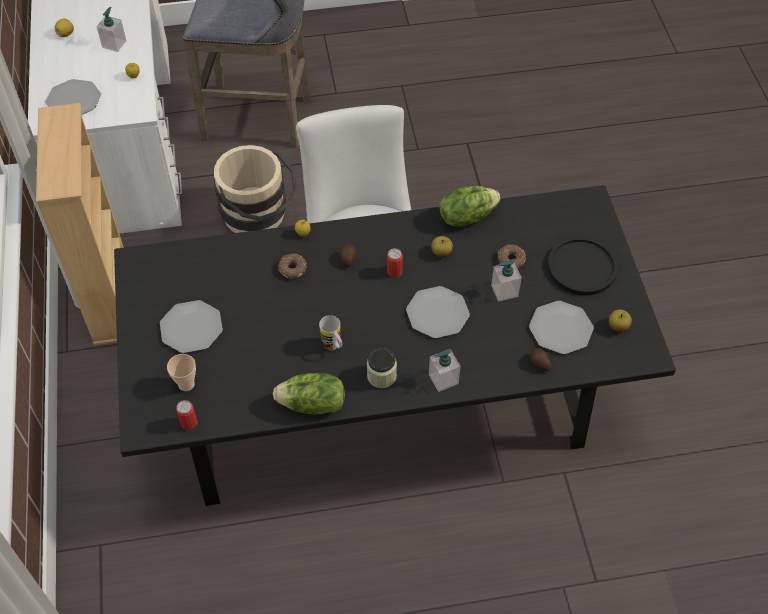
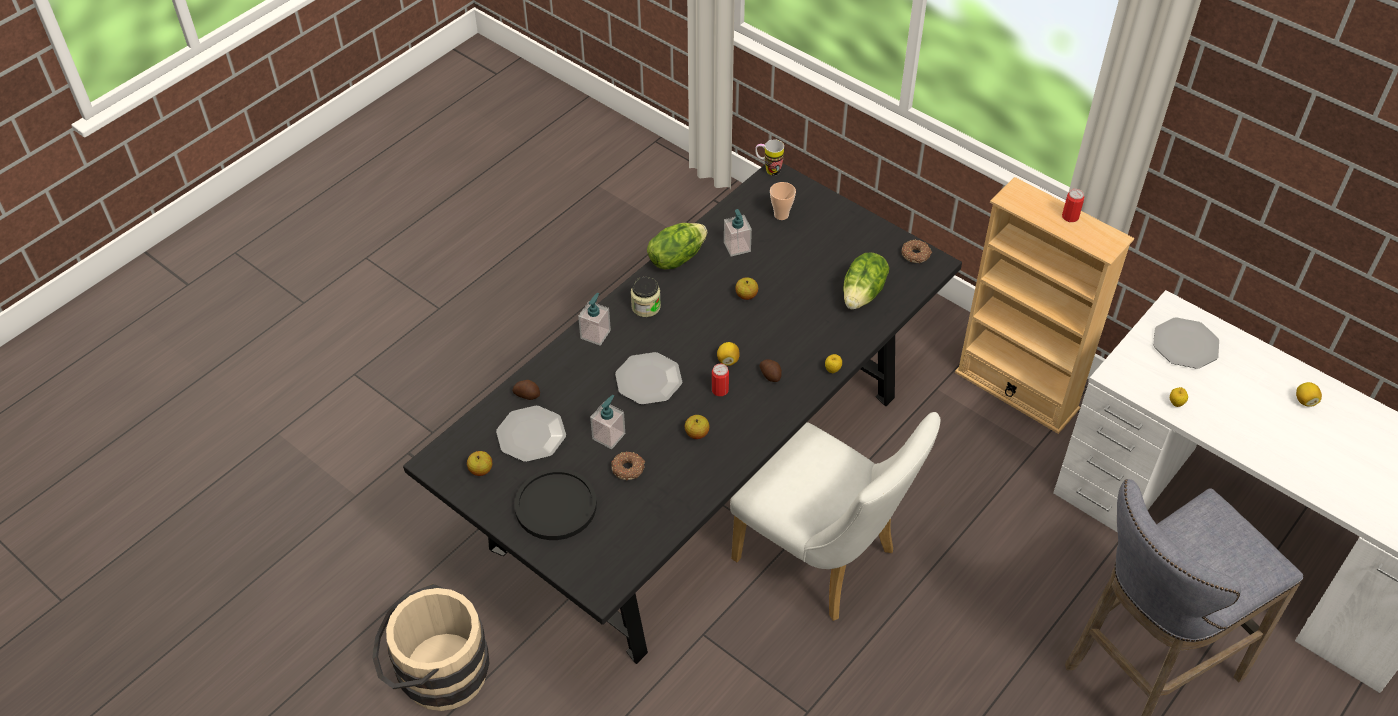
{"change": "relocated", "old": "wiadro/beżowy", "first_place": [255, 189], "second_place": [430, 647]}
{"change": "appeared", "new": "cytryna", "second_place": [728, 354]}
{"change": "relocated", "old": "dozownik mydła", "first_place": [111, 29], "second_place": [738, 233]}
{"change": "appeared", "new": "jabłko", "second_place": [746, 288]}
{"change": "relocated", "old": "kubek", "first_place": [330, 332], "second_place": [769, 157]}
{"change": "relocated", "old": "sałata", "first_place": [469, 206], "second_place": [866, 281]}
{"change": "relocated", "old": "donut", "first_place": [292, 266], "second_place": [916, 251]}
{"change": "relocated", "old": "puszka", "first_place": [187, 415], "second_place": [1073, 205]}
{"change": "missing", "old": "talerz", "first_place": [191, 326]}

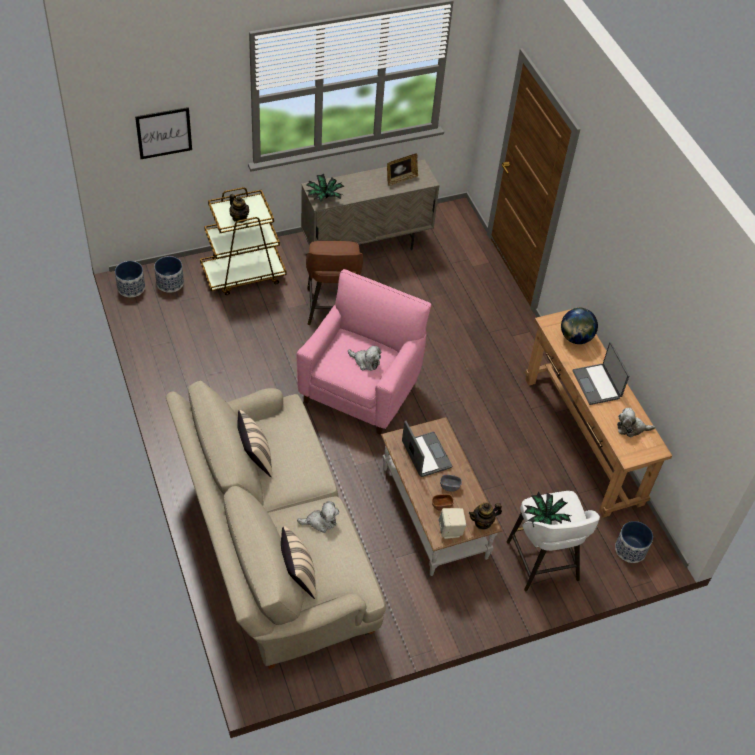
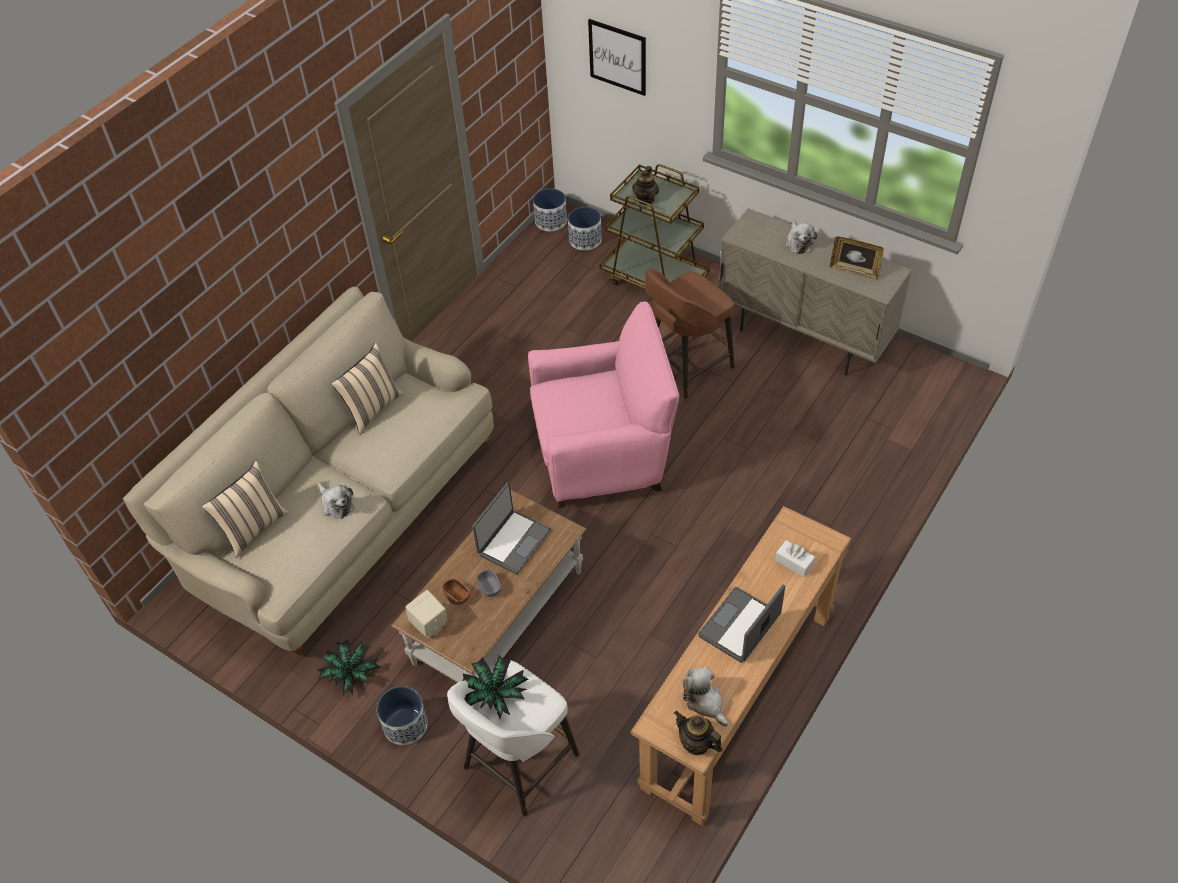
{"change": "relocated", "old": "roślina doniczkowa", "first_place": [325, 188], "second_place": [349, 667]}
{"change": "relocated", "old": "donica", "first_place": [634, 542], "second_place": [402, 715]}
{"change": "relocated", "old": "imbryk", "first_place": [485, 516], "second_place": [698, 733]}
{"change": "exchanged", "old": "globus", "new": "pudełko chusteczek/biały", "first_place": [579, 325], "second_place": [795, 558]}
{"change": "relocated", "old": "pluszak", "first_place": [364, 358], "second_place": [801, 237]}

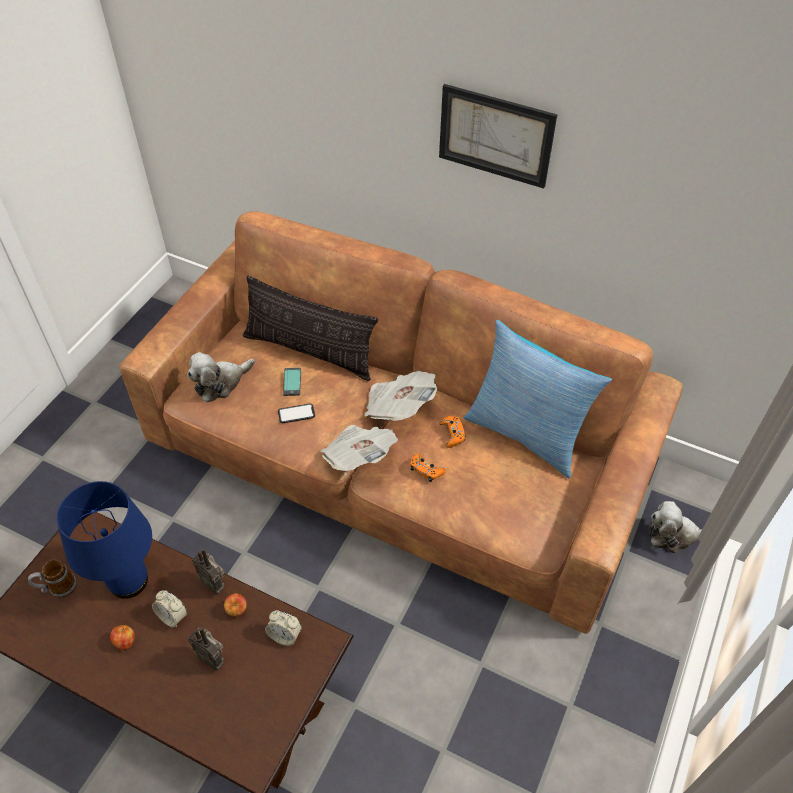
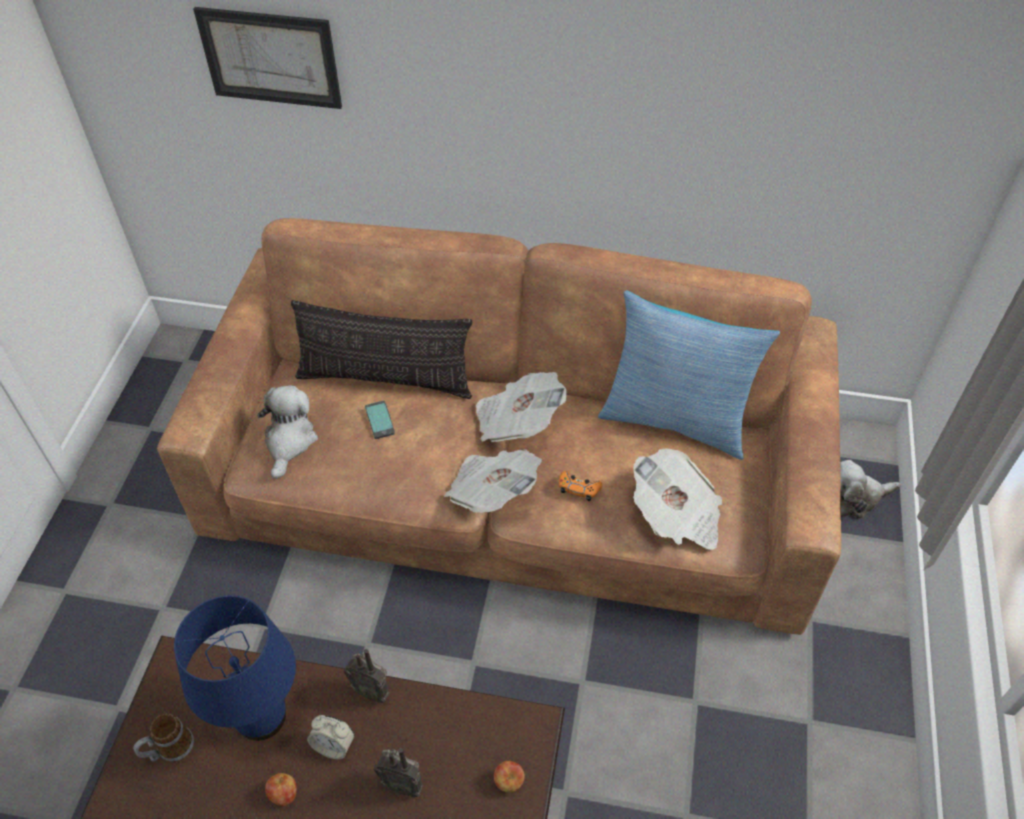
{"change": "relocated", "old": "obraz", "first_place": [498, 136], "second_place": [267, 58]}
{"change": "spun", "old": "pluszak", "first_place": [221, 377], "second_place": [287, 432], "degrees": 150}
{"change": "relocated", "old": "jabłko", "first_place": [235, 605], "second_place": [509, 776]}
{"change": "appeared", "new": "gazeta", "second_place": [677, 499]}
{"change": "missing", "old": "budzik", "first_place": [283, 628]}
{"change": "missing", "old": "telefon", "first_place": [296, 413]}
{"change": "missing", "old": "pad do gier/pomarańczowy", "first_place": [453, 432]}

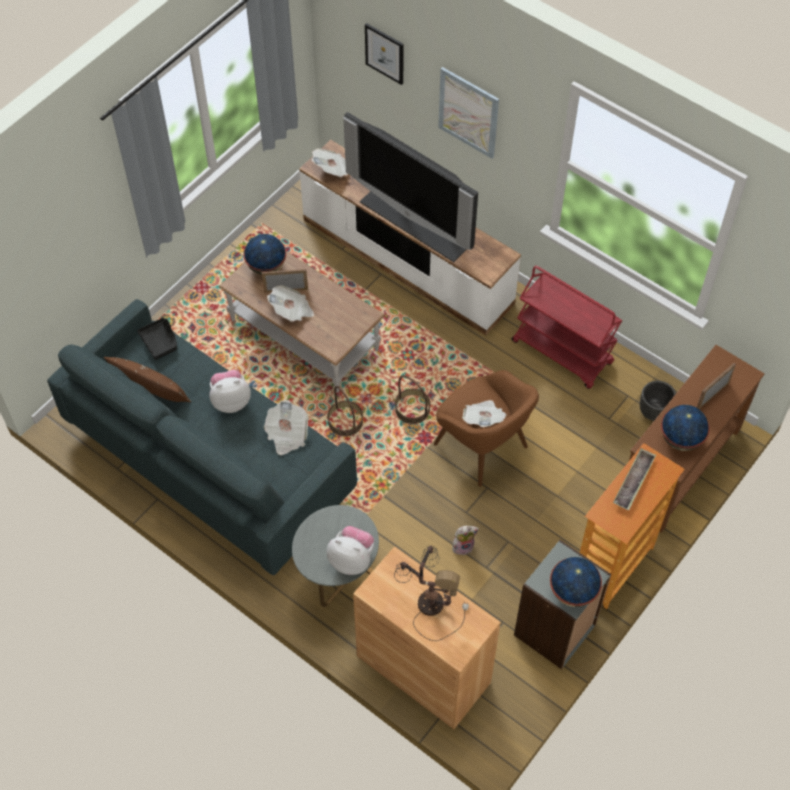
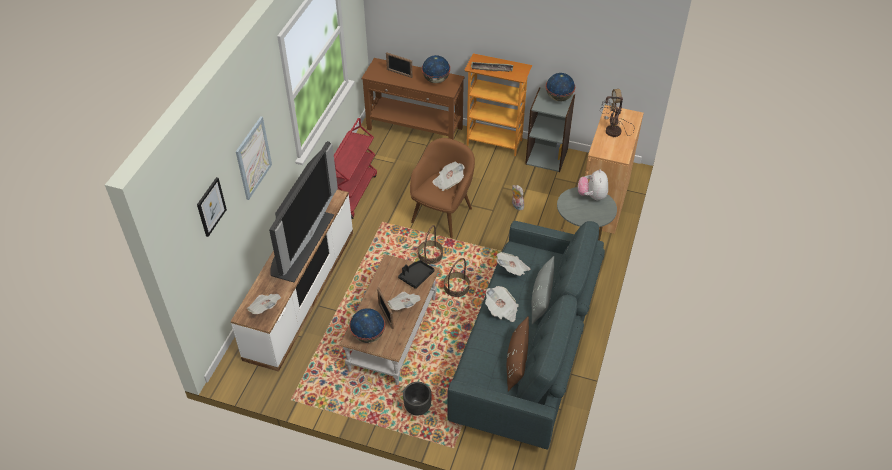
{"change": "relocated", "old": "taca/czarny", "first_place": [157, 338], "second_place": [416, 274]}
{"change": "relocated", "old": "donica/czarny", "first_place": [658, 401], "second_place": [417, 399]}
{"change": "exchanged", "old": "pluszak", "new": "gazeta", "first_place": [230, 391], "second_place": [502, 304]}
{"change": "appeared", "new": "poduszka/szary", "second_place": [543, 290]}

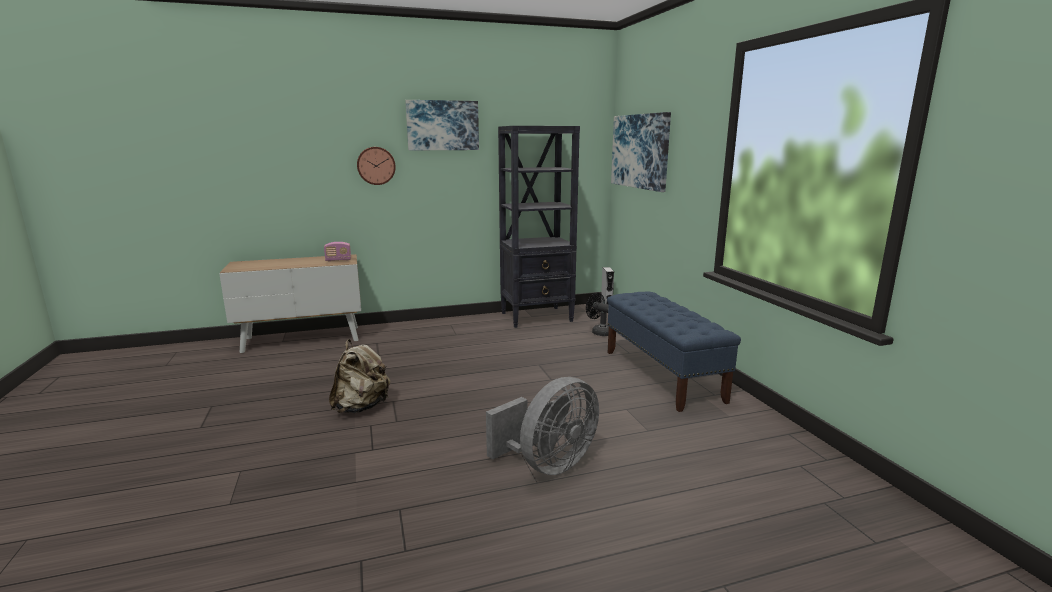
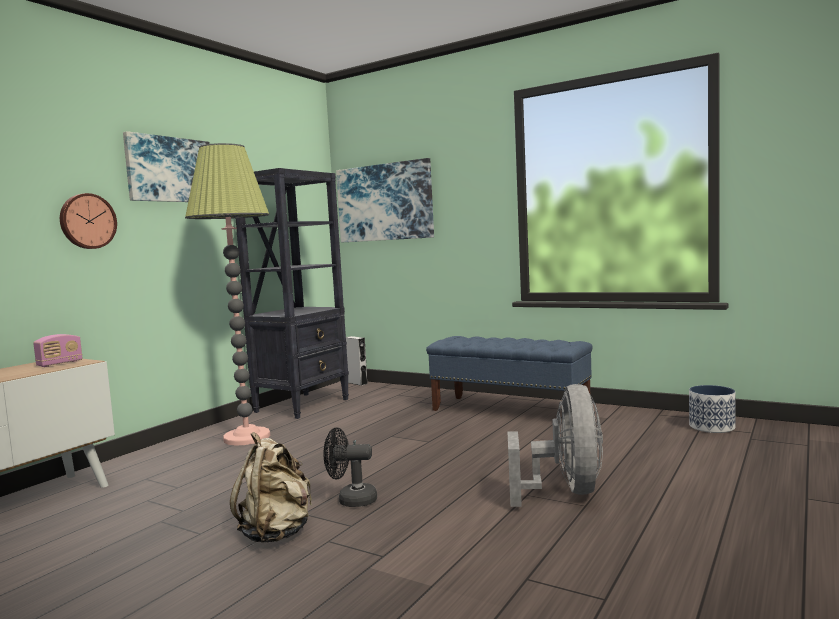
{"change": "appeared", "new": "lampa stojąca", "second_place": [227, 294]}
{"change": "relocated", "old": "wentylator/czarny", "first_place": [597, 314], "second_place": [350, 467]}
{"change": "appeared", "new": "donica", "second_place": [712, 409]}

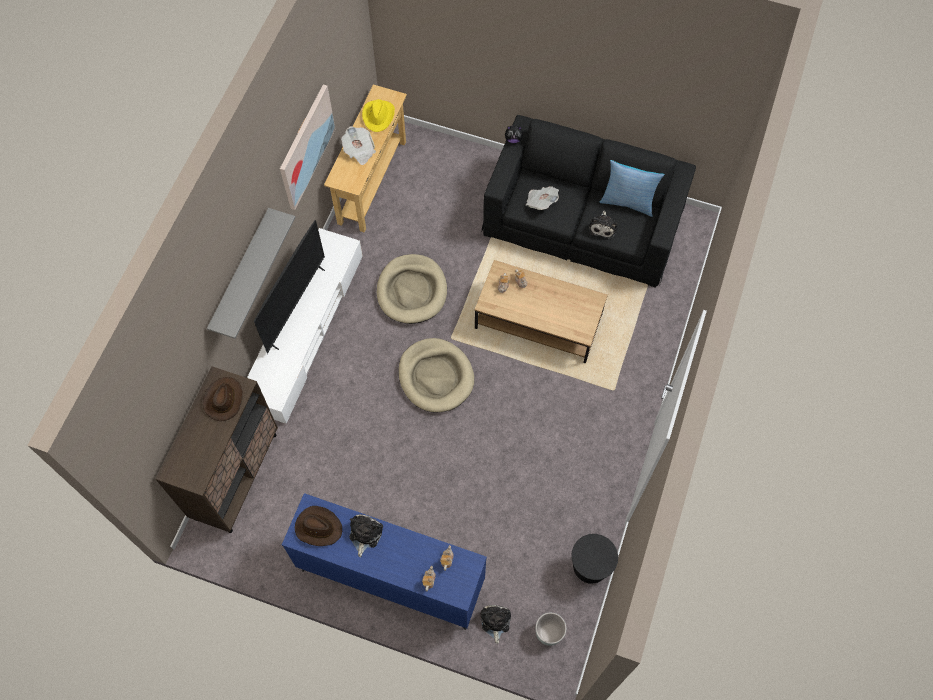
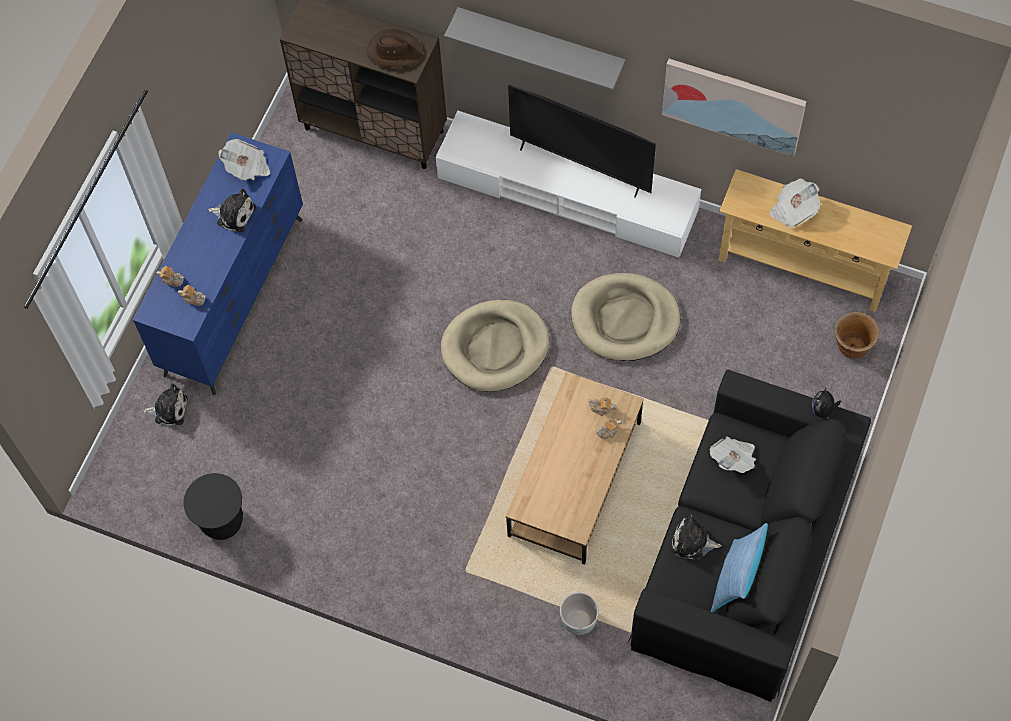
{"change": "exchanged", "old": "kapelusz/brązowy", "new": "gazeta", "first_place": [318, 526], "second_place": [244, 160]}
{"change": "relocated", "old": "donica/szary", "first_place": [551, 629], "second_place": [579, 613]}
{"change": "appeared", "new": "donica/brązowy", "second_place": [857, 335]}
{"change": "missing", "old": "kapelusz/żółty", "first_place": [378, 115]}

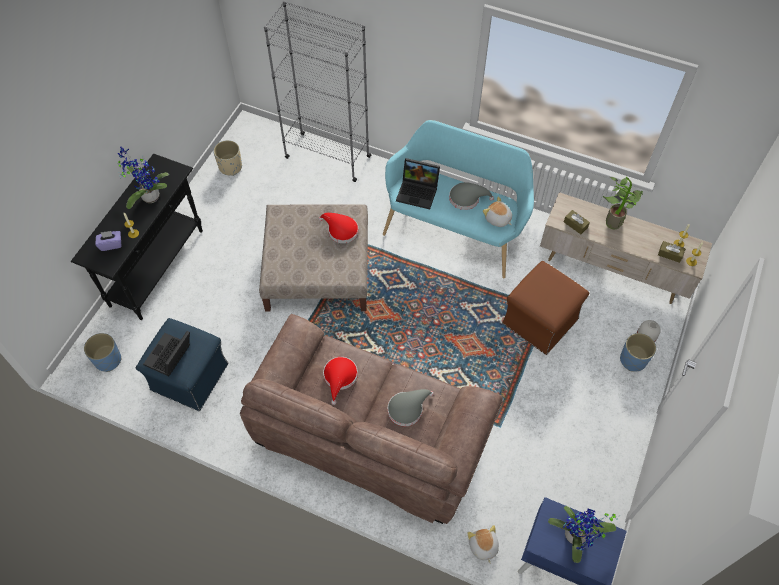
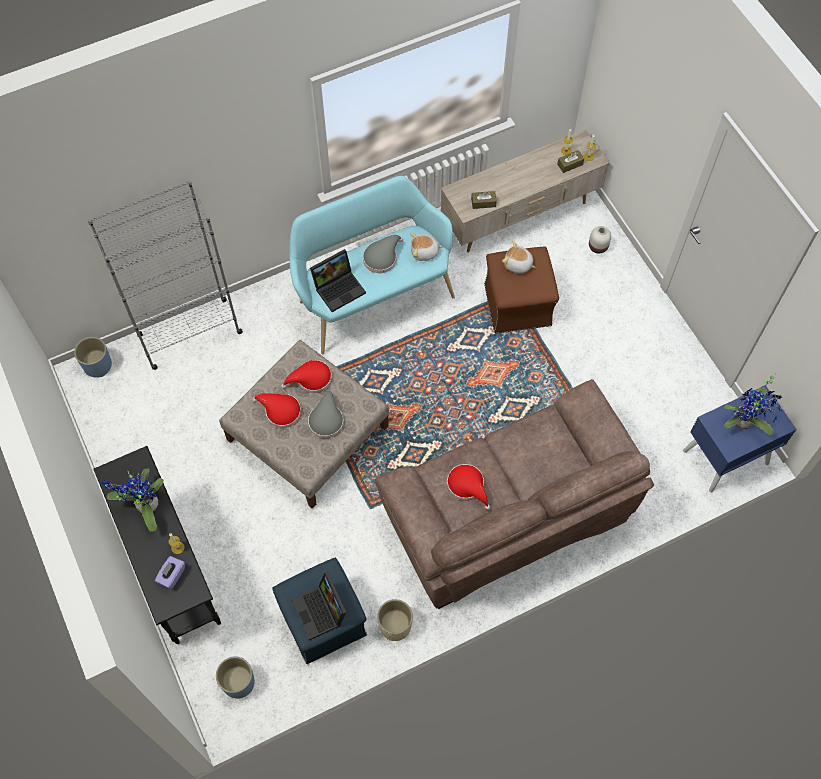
{"change": "relocated", "old": "donica/niebieski", "first_place": [638, 352], "second_place": [93, 357]}
{"change": "appeared", "new": "kapelusz/czerwony", "second_place": [276, 410]}
{"change": "relocated", "old": "kapelusz/szary", "first_place": [411, 407], "second_place": [326, 414]}
{"change": "relocated", "old": "donica/beżowy", "first_place": [227, 158], "second_place": [395, 620]}
{"change": "relocated", "old": "pluszak", "first_place": [483, 544], "second_place": [519, 257]}
{"change": "missing", "old": "roślina doniczkowa", "first_place": [623, 203]}

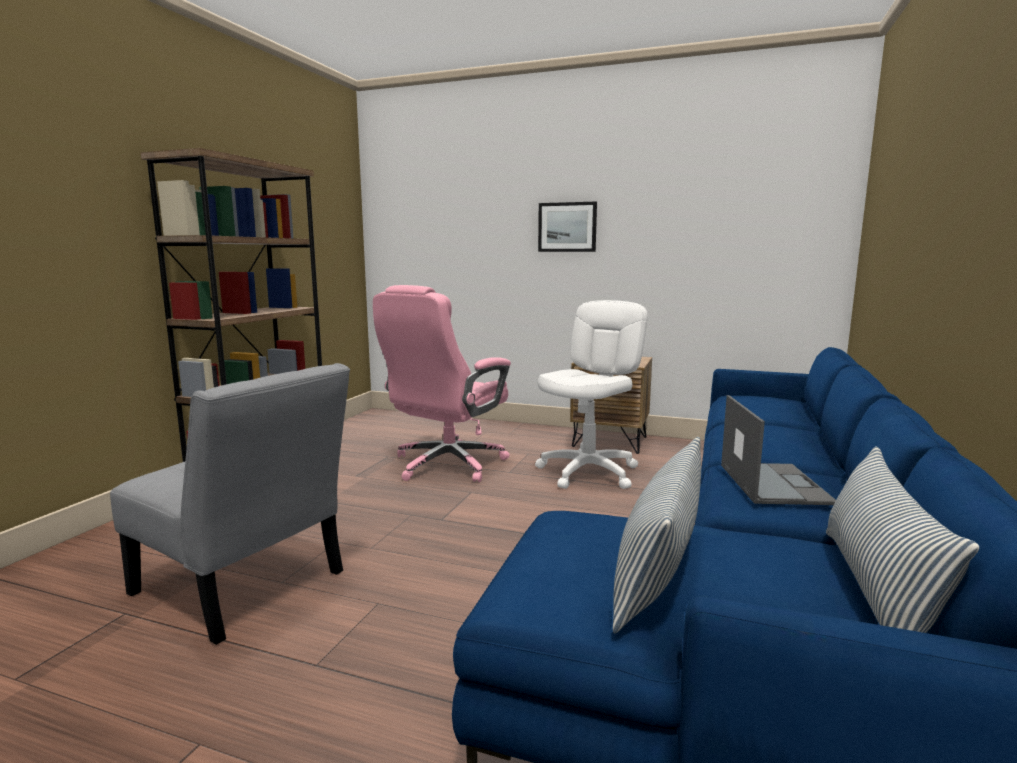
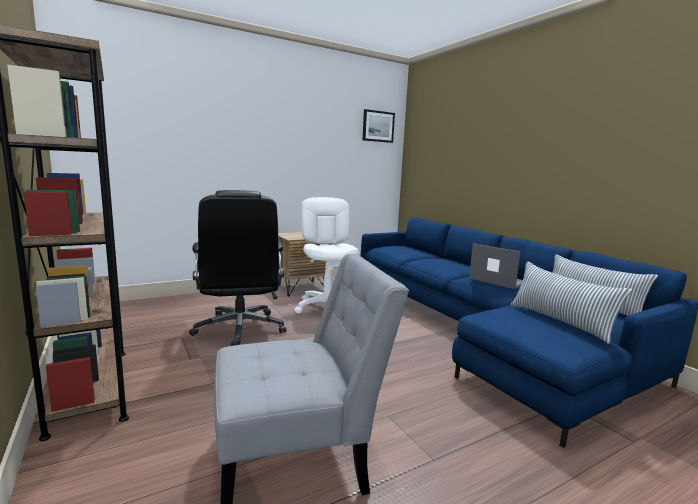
{"change": "colour", "old": "krzesło biurowe/różowy", "new": "krzesło biurowe/czarny", "first_place": [442, 383], "second_place": [237, 268]}
{"change": "relocated", "old": "obraz", "first_place": [567, 227], "second_place": [379, 126]}

